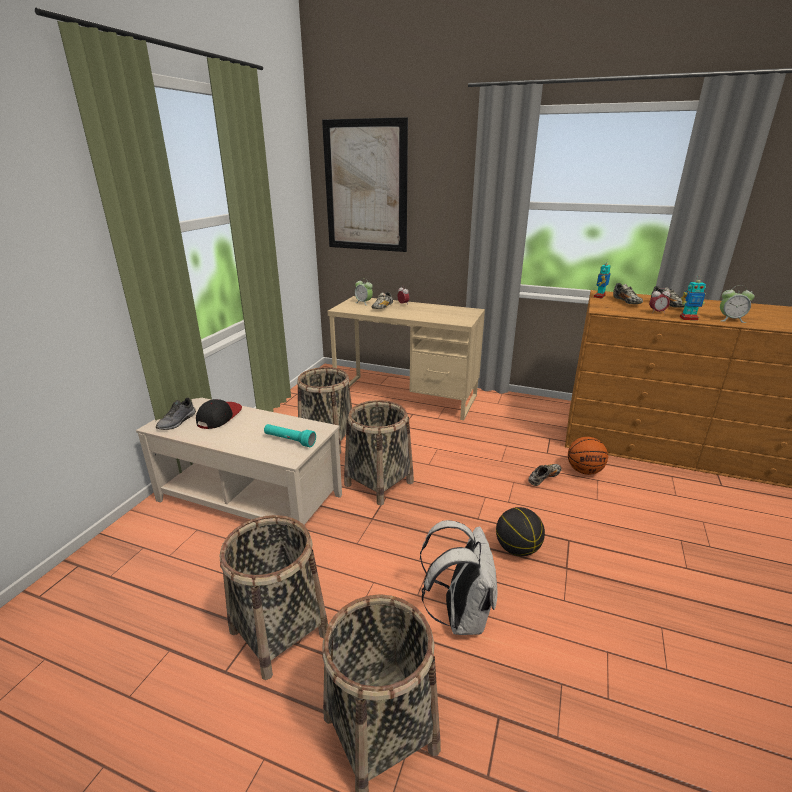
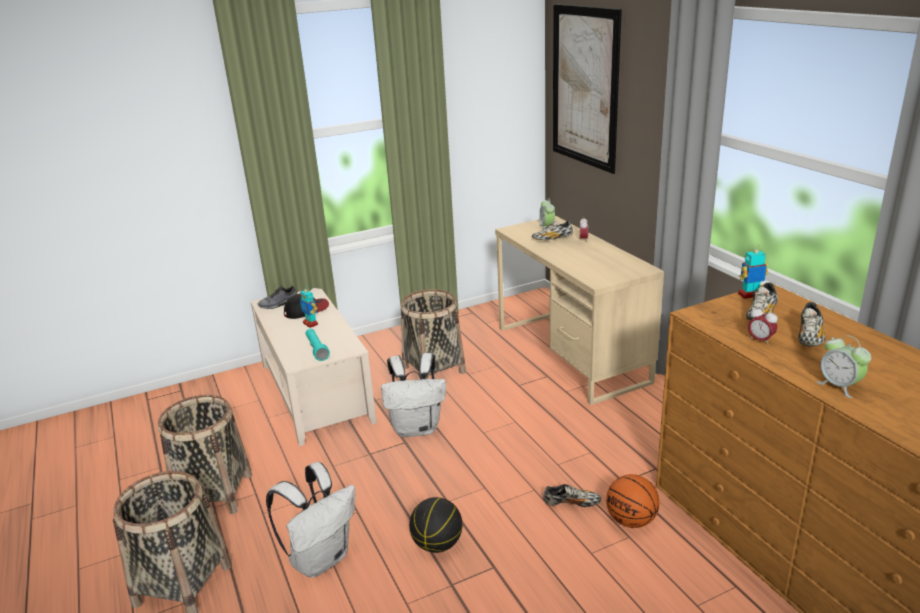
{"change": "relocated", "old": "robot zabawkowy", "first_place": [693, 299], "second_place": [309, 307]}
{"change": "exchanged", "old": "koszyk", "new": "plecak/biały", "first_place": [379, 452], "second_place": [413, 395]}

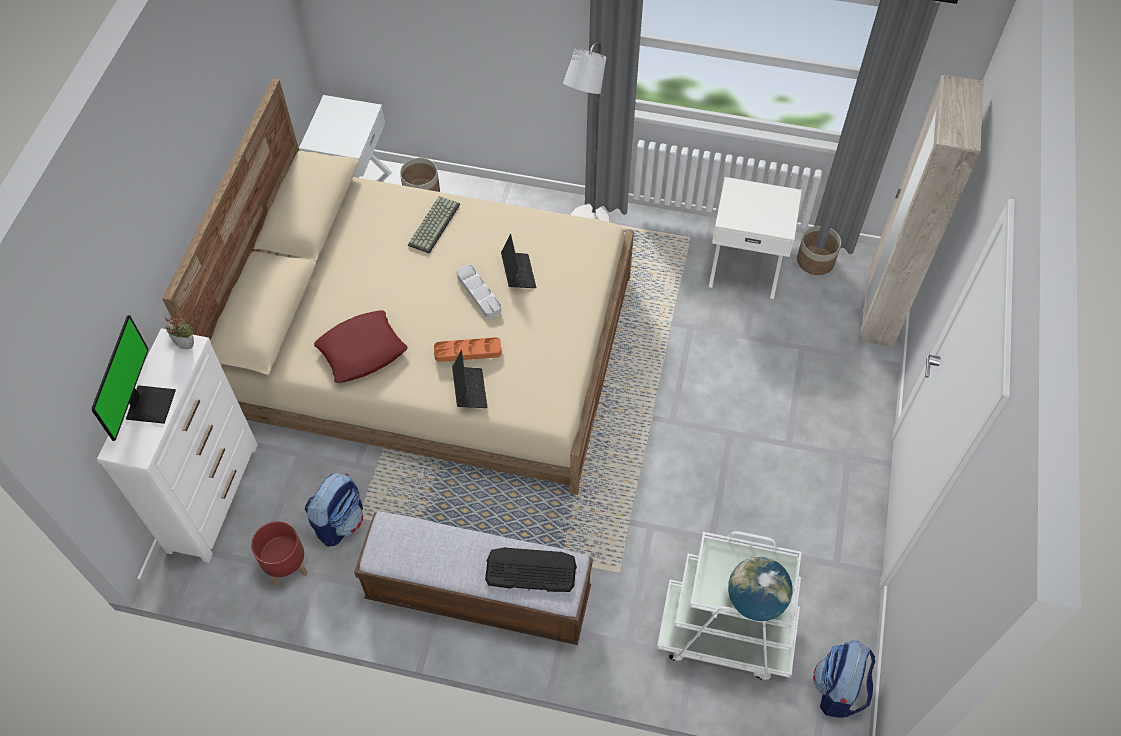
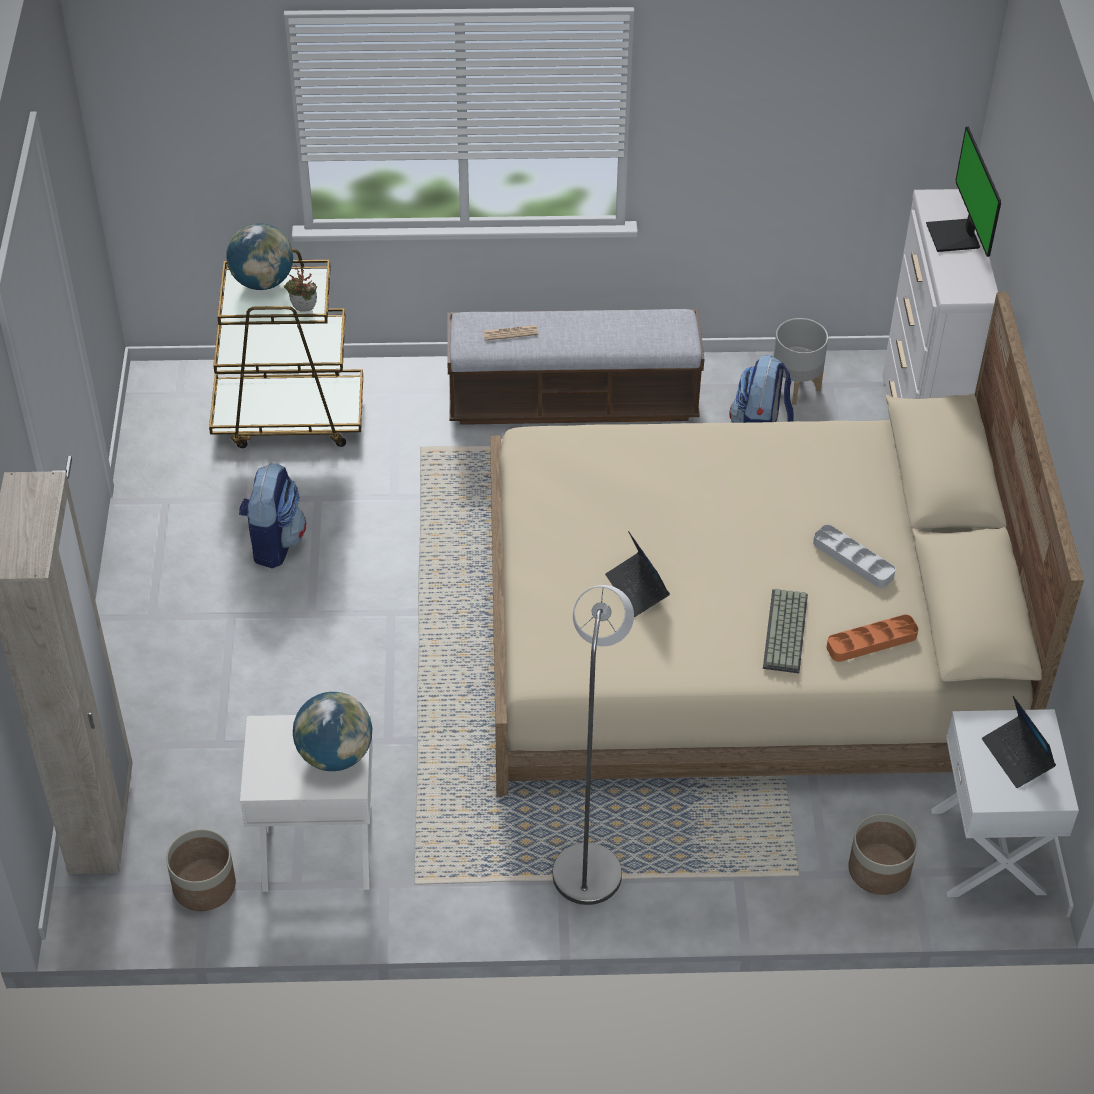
{"change": "colour", "old": "wózek/biały", "new": "wózek/brązowy", "first_place": [729, 605], "second_place": [286, 348]}
{"change": "relocated", "old": "plecak", "first_place": [844, 679], "second_place": [272, 515]}
{"change": "relocated", "old": "roślina doniczkowa", "first_place": [179, 328], "second_place": [300, 288]}
{"change": "appeared", "new": "globus", "second_place": [332, 731]}
{"change": "exchanged", "old": "klawiatura", "new": "gazeta", "first_place": [531, 569], "second_place": [510, 333]}
{"change": "colour", "old": "donica/czerwony", "new": "donica/szary", "first_place": [279, 554], "second_place": [800, 361]}
{"change": "relocated", "old": "taca/szary", "first_place": [479, 292], "second_place": [854, 556]}
{"change": "relocated", "old": "taca/pomarańczowy", "first_place": [468, 349], "second_place": [872, 638]}
{"change": "relocated", "old": "laptop", "first_place": [469, 379], "second_place": [1019, 742]}
{"change": "missing", "old": "poduszka/czerwony", "first_place": [361, 346]}

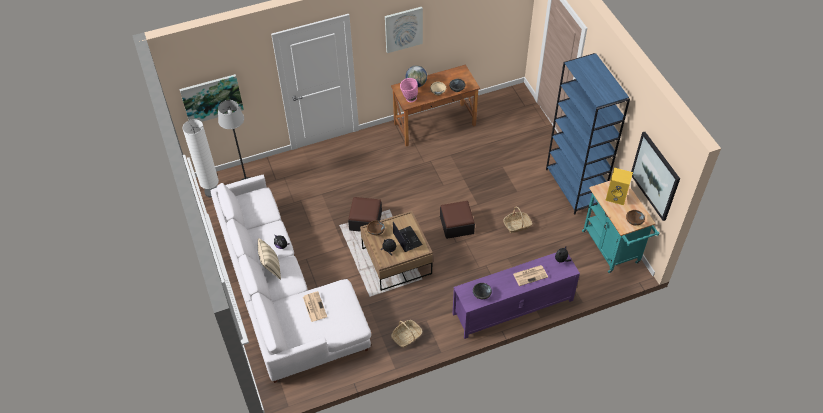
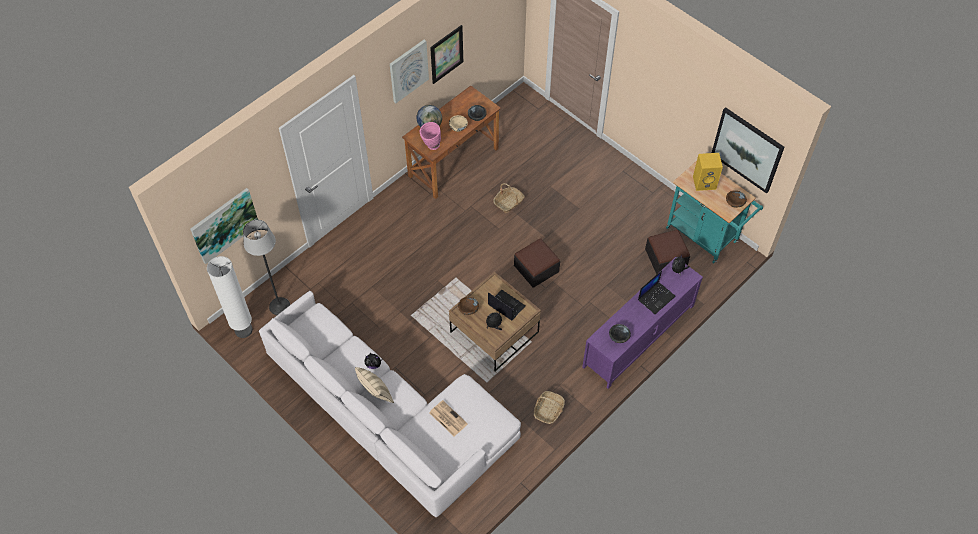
{"change": "appeared", "new": "obraz", "second_place": [446, 54]}
{"change": "relocated", "old": "koszyk", "first_place": [517, 219], "second_place": [509, 198]}
{"change": "exchanged", "old": "gazeta", "new": "laptop", "first_place": [530, 275], "second_place": [657, 292]}
{"change": "relocated", "old": "pufa", "first_place": [365, 214], "second_place": [667, 252]}
{"change": "missing", "old": "regał/niebieski", "first_place": [588, 134]}

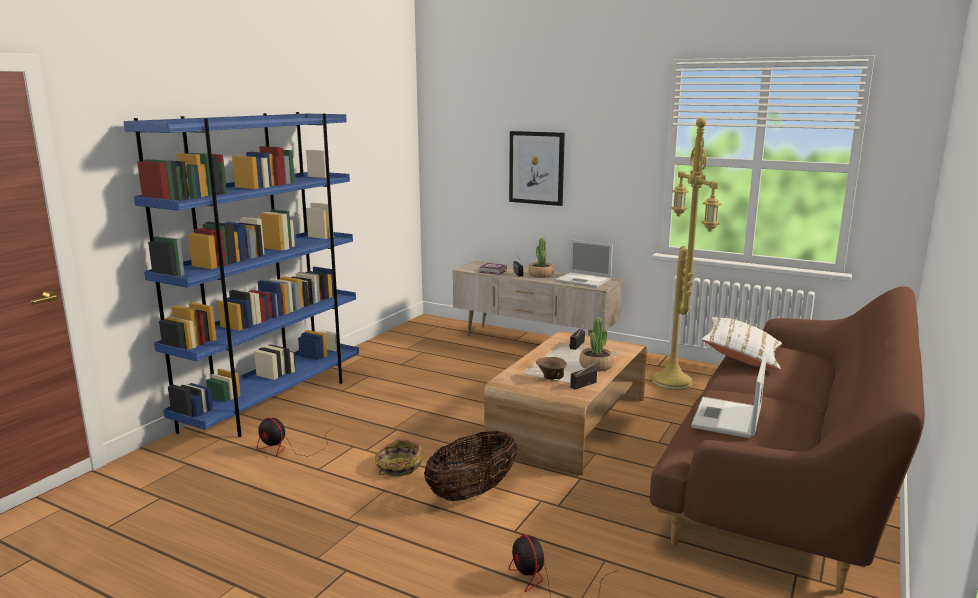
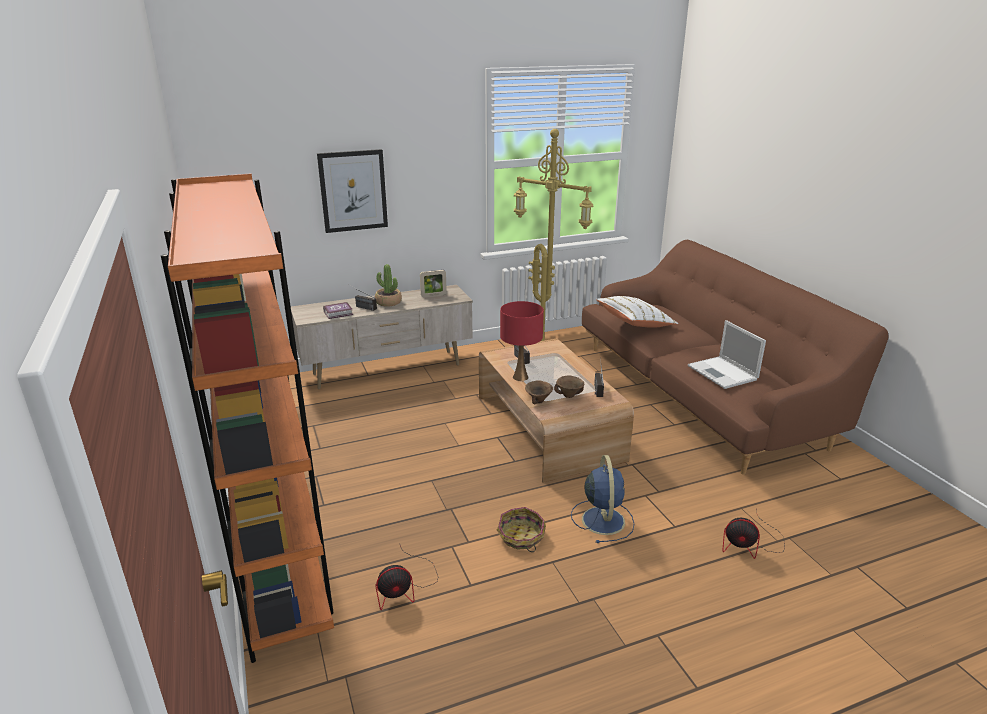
{"change": "colour", "old": "regał/niebieski", "new": "regał/pomarańczowy", "first_place": [241, 274], "second_place": [247, 418]}
{"change": "exchanged", "old": "laptop", "new": "ramka na zdjęcie", "first_place": [584, 264], "second_place": [433, 283]}
{"change": "appeared", "new": "lampa stołowa/czerwony", "second_place": [522, 341]}
{"change": "appeared", "new": "miska/brązowy", "second_place": [539, 392]}
{"change": "exchanged", "old": "koszyk", "new": "wentylator/niebieski", "first_place": [470, 466], "second_place": [602, 499]}
{"change": "missing", "old": "roślina doniczkowa", "first_place": [596, 344]}

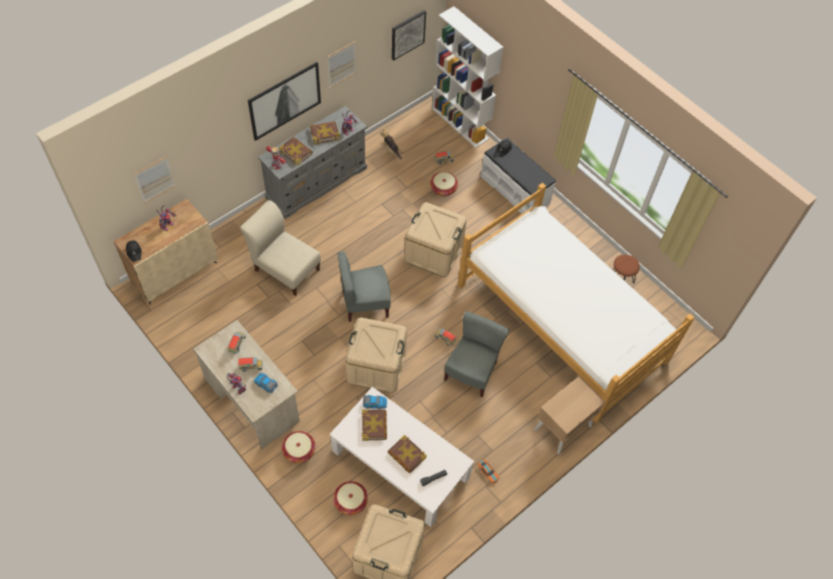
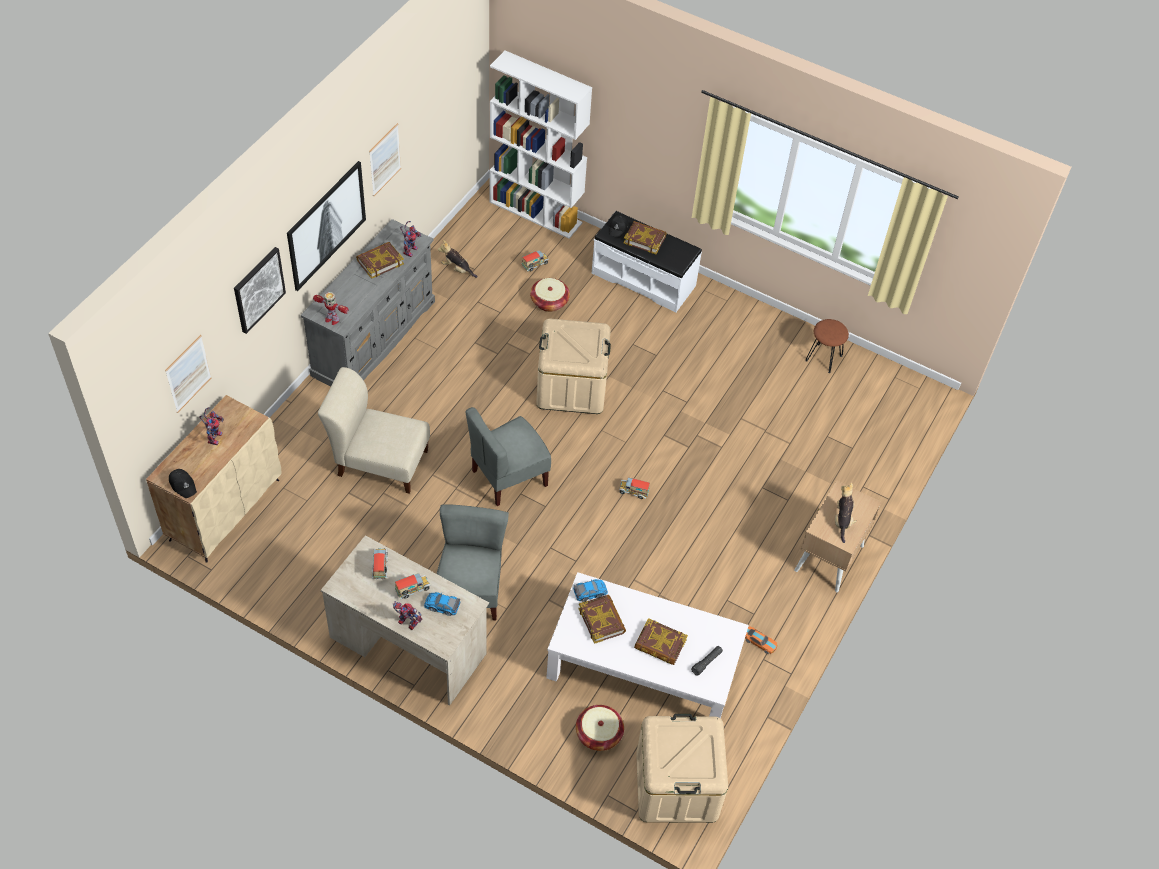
{"change": "relocated", "old": "obraz", "first_place": [409, 35], "second_place": [260, 290]}
{"change": "relocated", "old": "krzesło/szary", "first_place": [476, 354], "second_place": [472, 562]}
{"change": "relocated", "old": "książka", "first_place": [296, 151], "second_place": [645, 237]}
{"change": "appeared", "new": "pluszak", "second_place": [846, 513]}
{"change": "missing", "old": "koszyk", "first_place": [299, 447]}
{"change": "missing", "old": "pojemnik do przechowywania/beżowy", "first_place": [376, 355]}
{"change": "missing", "old": "łóżko", "first_place": [576, 303]}

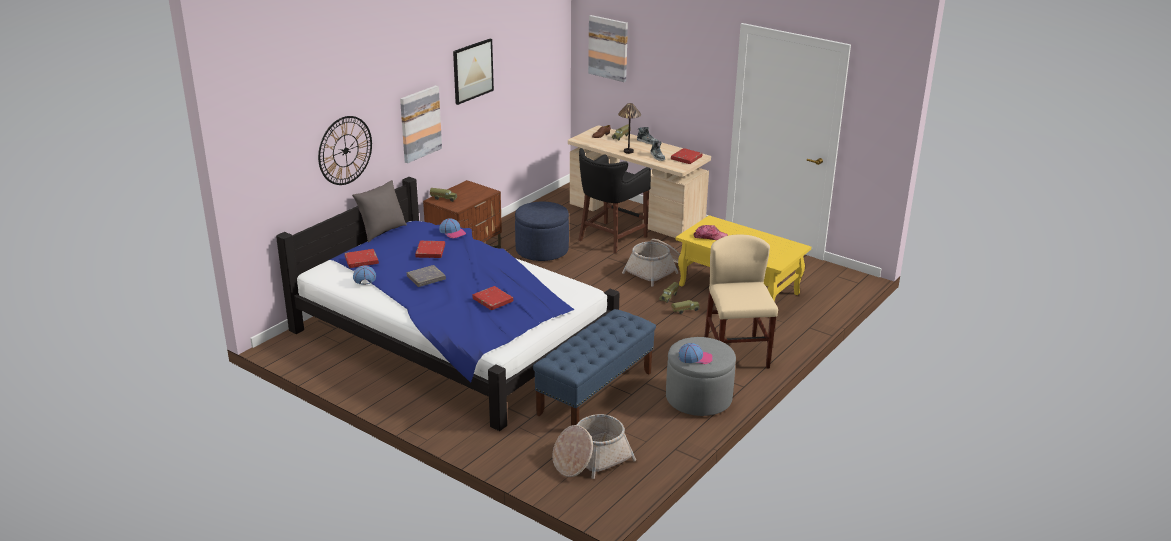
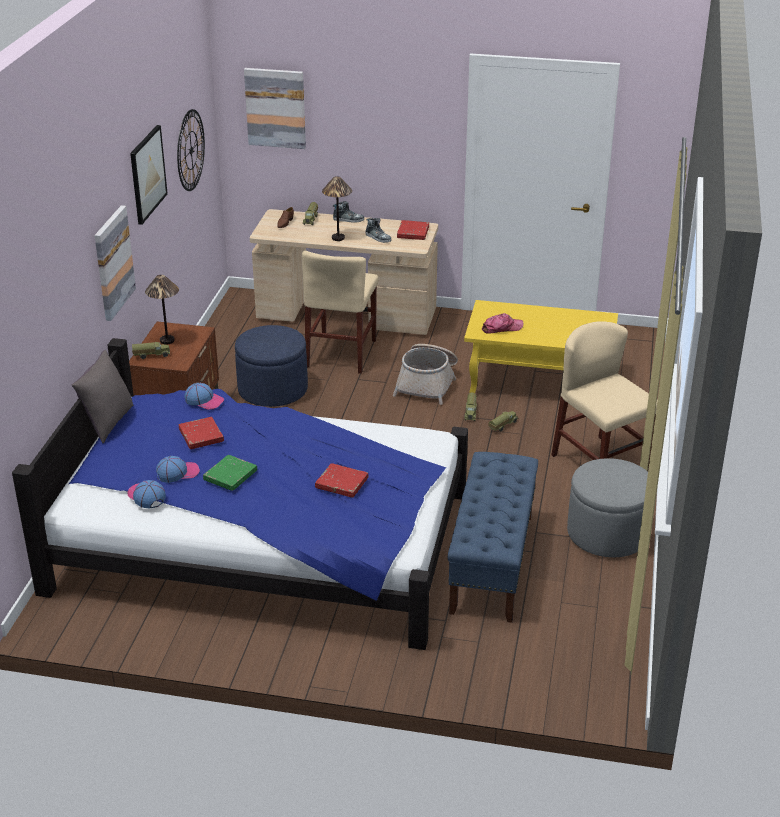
{"change": "appeared", "new": "lampa stołowa", "second_place": [162, 309]}
{"change": "relocated", "old": "czapka z daszkiem", "first_place": [696, 353], "second_place": [178, 469]}
{"change": "relocated", "old": "zegar ścienny", "first_place": [345, 150], "second_place": [191, 150]}
{"change": "colour", "old": "książka/szary", "new": "książka/zielony", "first_place": [426, 276], "second_place": [230, 473]}
{"change": "exchanged", "old": "stołek/czarny", "new": "krzesło/beżowy", "first_place": [614, 201], "second_place": [340, 312]}
{"change": "missing", "old": "książka/czerwony", "first_place": [362, 258]}
{"change": "missing", "old": "koszyk", "first_place": [594, 446]}

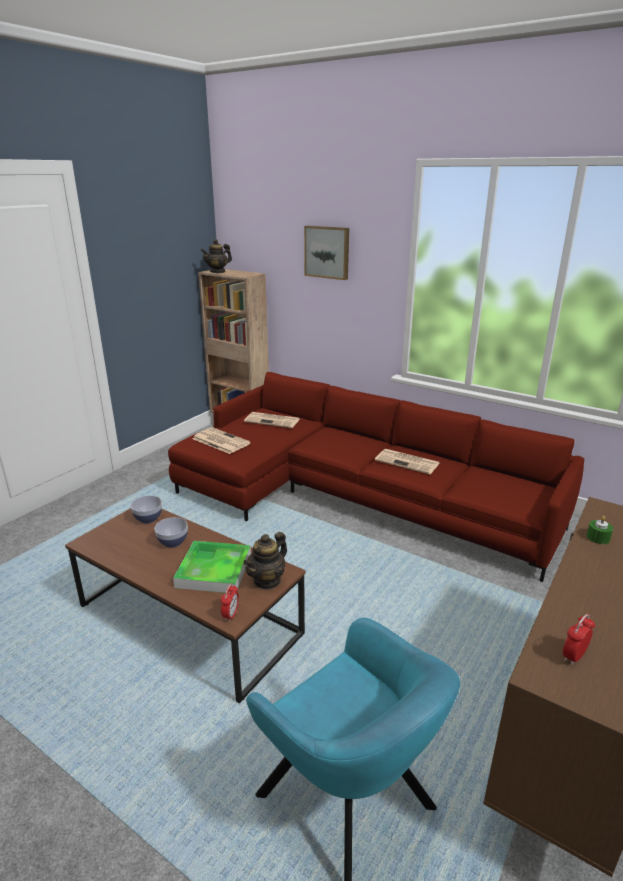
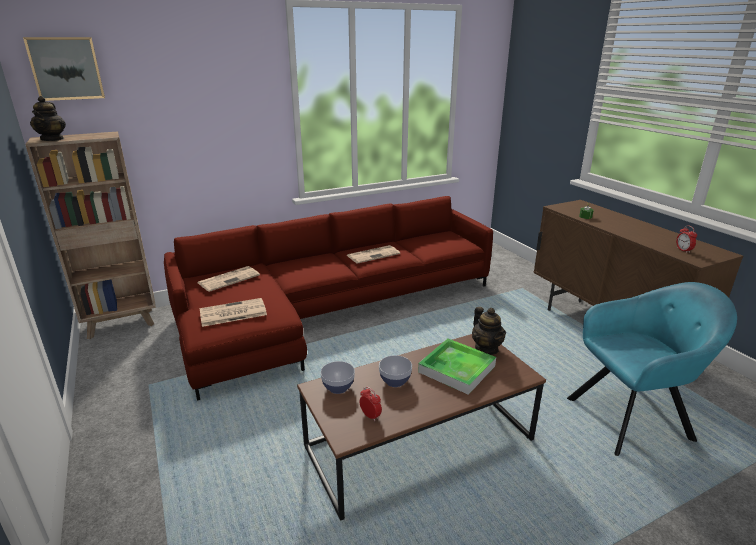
{"change": "relocated", "old": "obraz", "first_place": [326, 253], "second_place": [64, 69]}
{"change": "relocated", "old": "budzik", "first_place": [230, 602], "second_place": [371, 404]}

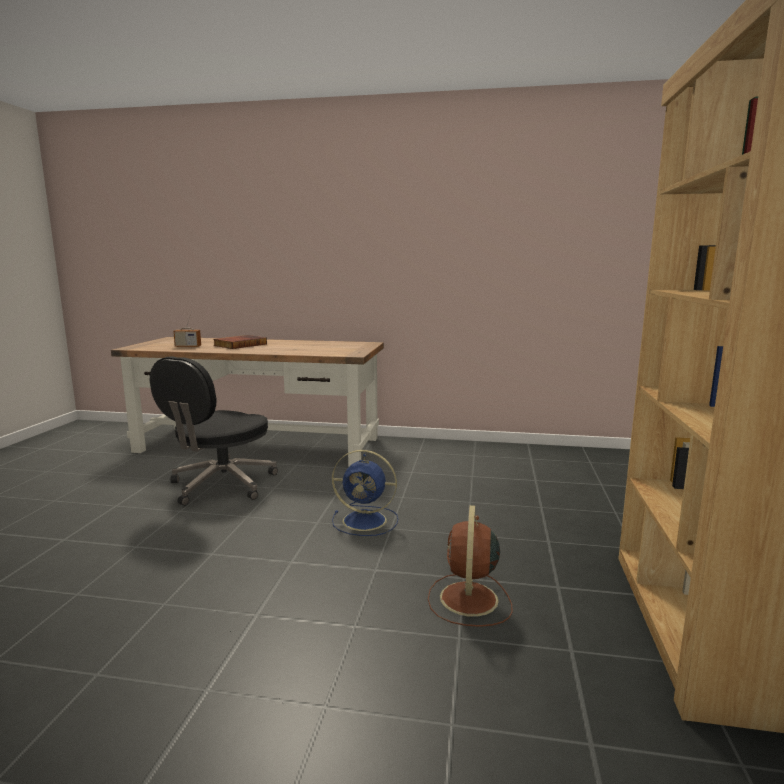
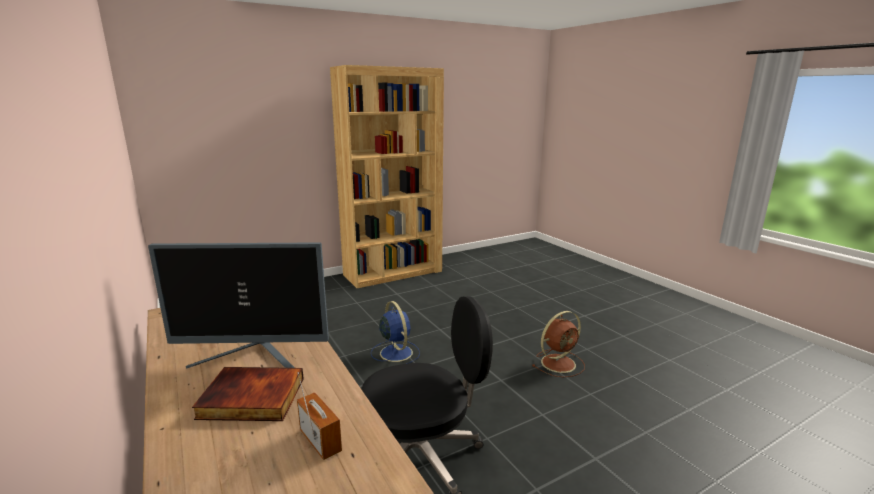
{"change": "appeared", "new": "monitor", "second_place": [238, 305]}
{"change": "relocated", "old": "wentylator/brązowy", "first_place": [470, 566], "second_place": [558, 344]}

